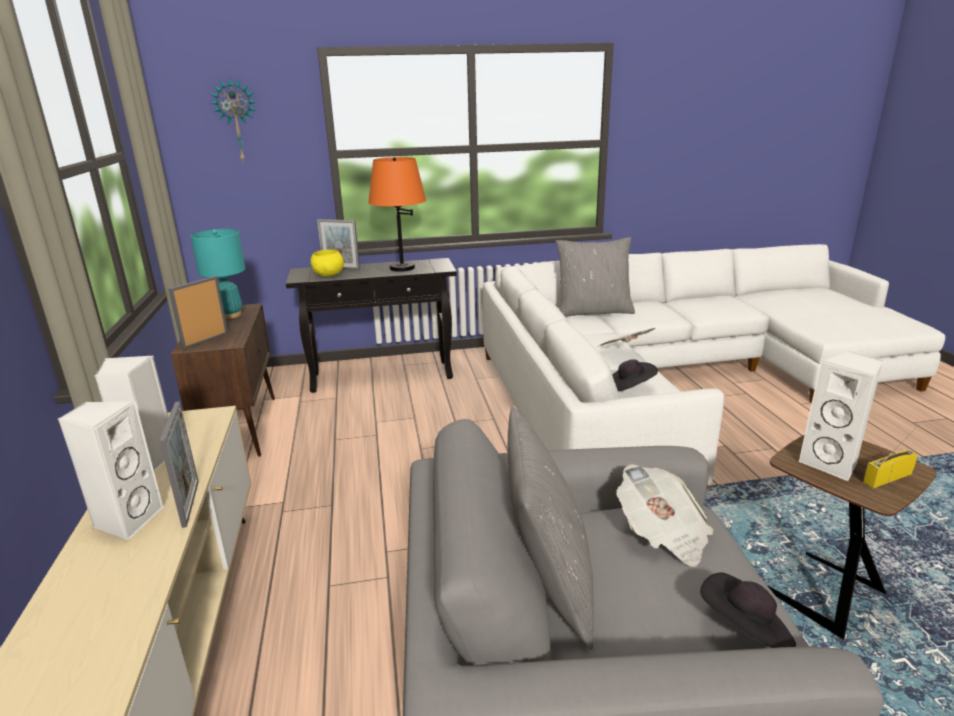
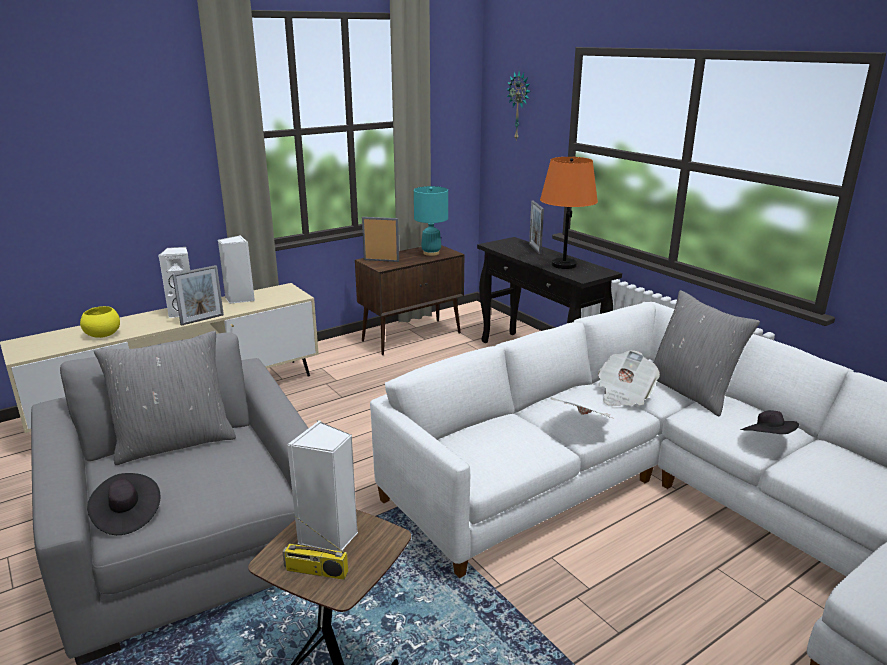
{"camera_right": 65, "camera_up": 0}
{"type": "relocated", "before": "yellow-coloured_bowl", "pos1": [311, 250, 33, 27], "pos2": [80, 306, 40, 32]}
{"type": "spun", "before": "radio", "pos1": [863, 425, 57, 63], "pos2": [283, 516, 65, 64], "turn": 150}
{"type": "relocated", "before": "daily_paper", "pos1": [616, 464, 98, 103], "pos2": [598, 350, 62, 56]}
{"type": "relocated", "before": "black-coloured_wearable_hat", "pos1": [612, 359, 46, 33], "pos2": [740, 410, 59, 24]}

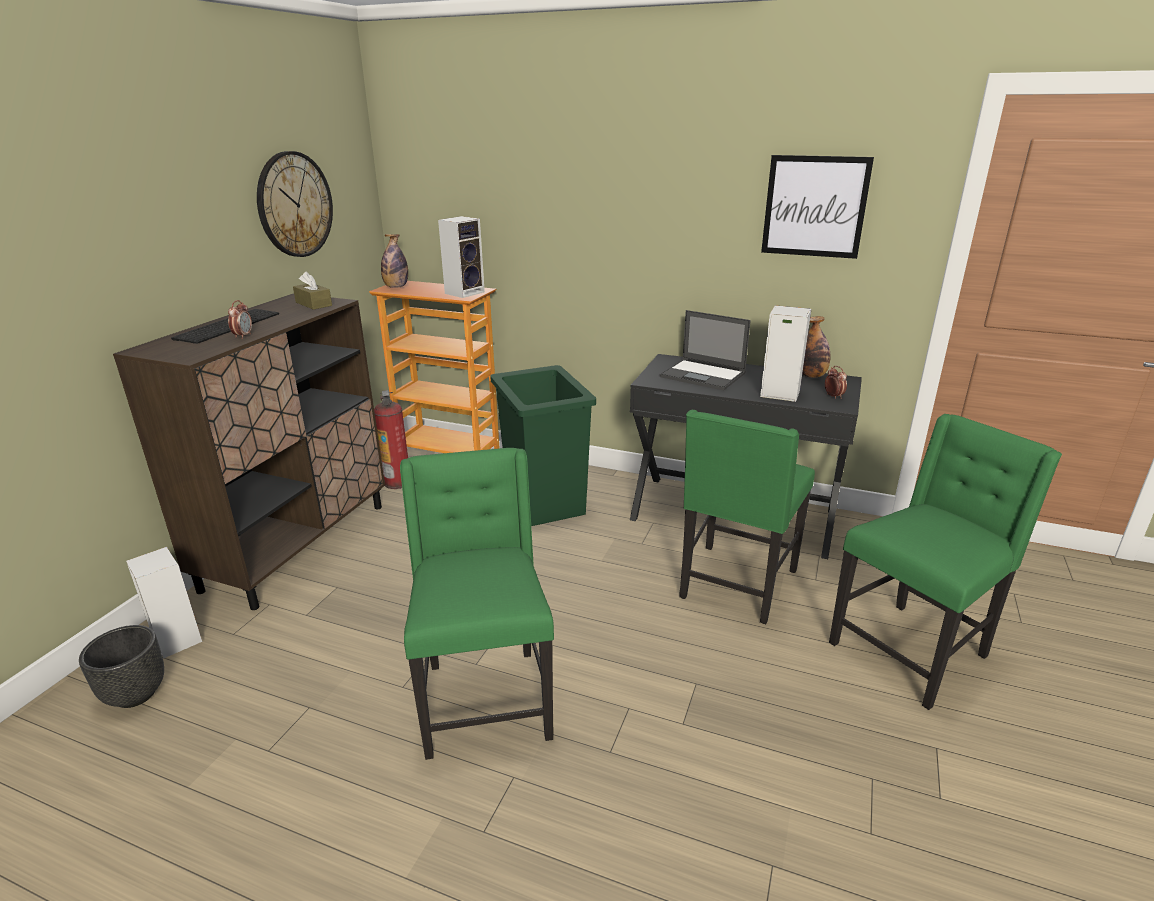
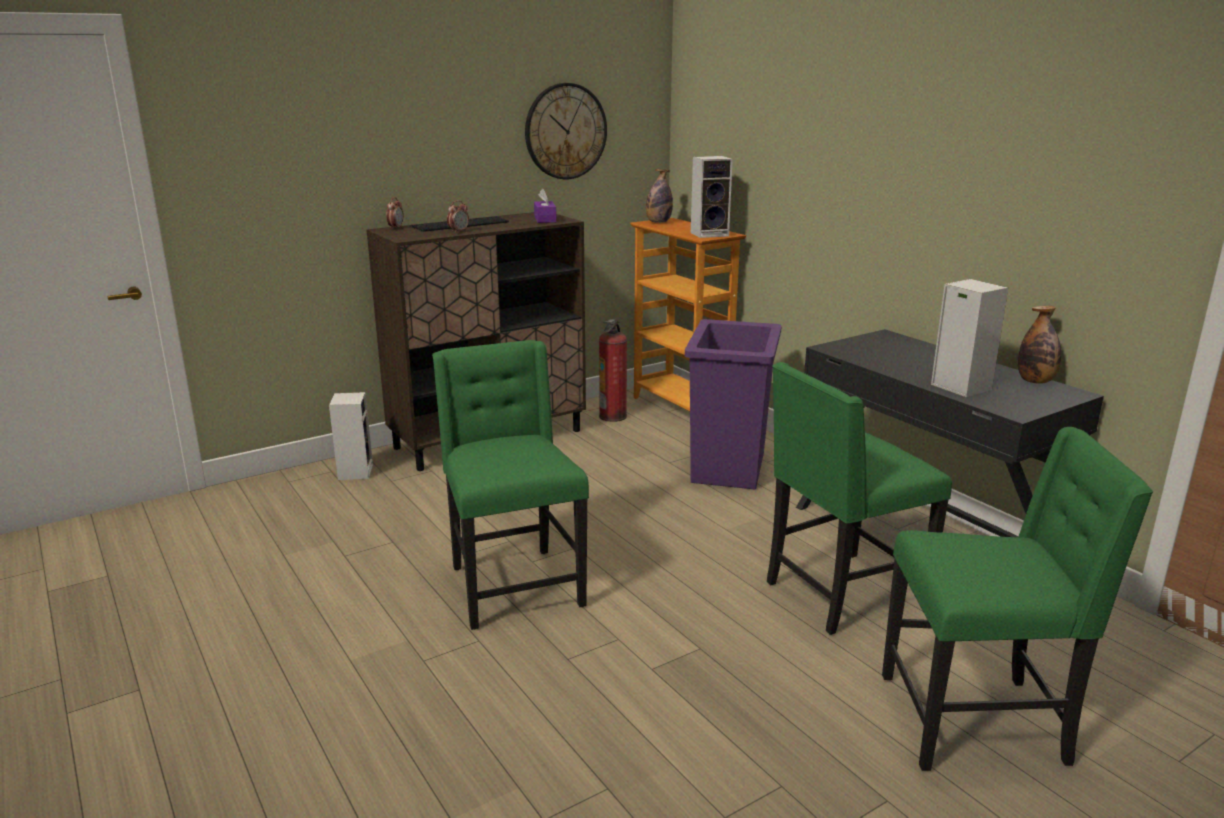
{"camera_right": 35, "camera_up": -5}
{"type": "relocated", "before": "bedside_clock", "pos1": [825, 366, 22, 33], "pos2": [386, 197, 18, 32]}
{"type": "spun", "before": "green_chair", "pos1": [400, 448, 154, 312], "pos2": [432, 340, 157, 290], "turn": -45}
{"type": "colour", "before": "brownish_tissue_box", "after": "purplish_tissue_box", "pos1": [293, 271, 39, 39], "pos2": [534, 189, 23, 34]}
{"type": "colour", "before": "green_rubbish_bin", "after": "purplish_rubbish_bin", "pos1": [490, 365, 106, 161], "pos2": [685, 319, 97, 170]}
{"type": "missing", "before": "black-coloured_plant_pot", "pos1": [79, 625, 85, 83]}
{"type": "missing", "before": "portable_computer", "pos1": [660, 310, 91, 81]}
{"type": "missing", "before": "wall_art", "pos1": [761, 155, 113, 104]}

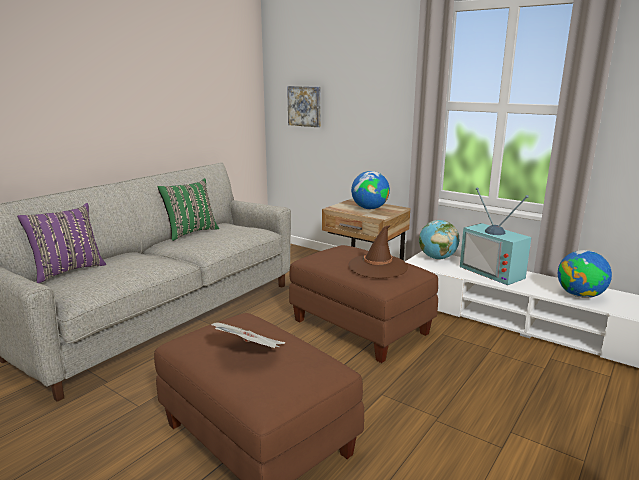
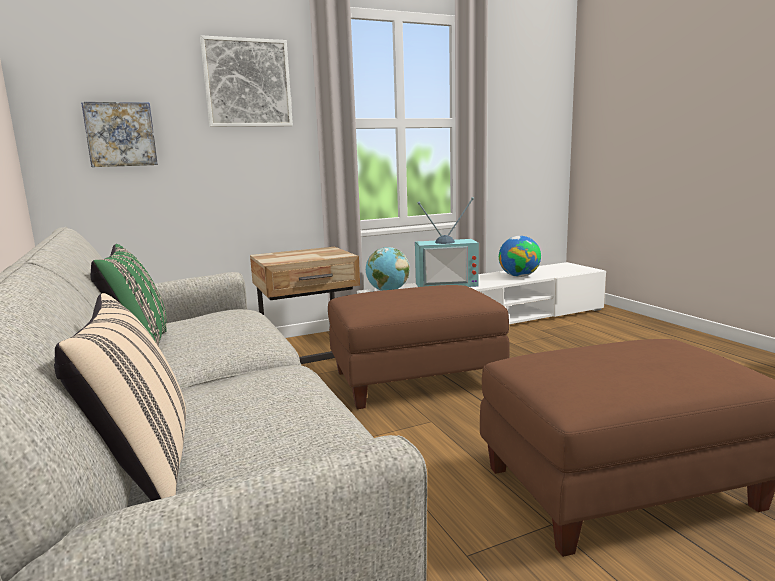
{"camera_right": -60, "camera_up": -5}
{"type": "colour", "before": "purplish_pillow", "after": "beige_pillow", "pos1": [17, 203, 89, 80], "pos2": [54, 293, 132, 208]}
{"type": "appeared", "after": "wall_art", "pos2": [200, 35, 93, 92]}
{"type": "missing", "before": "daily_paper", "pos1": [211, 322, 74, 26]}
{"type": "missing", "before": "brownish_wearable_hat", "pos1": [348, 225, 60, 53]}
{"type": "missing", "before": "desk_globe", "pos1": [351, 171, 39, 38]}

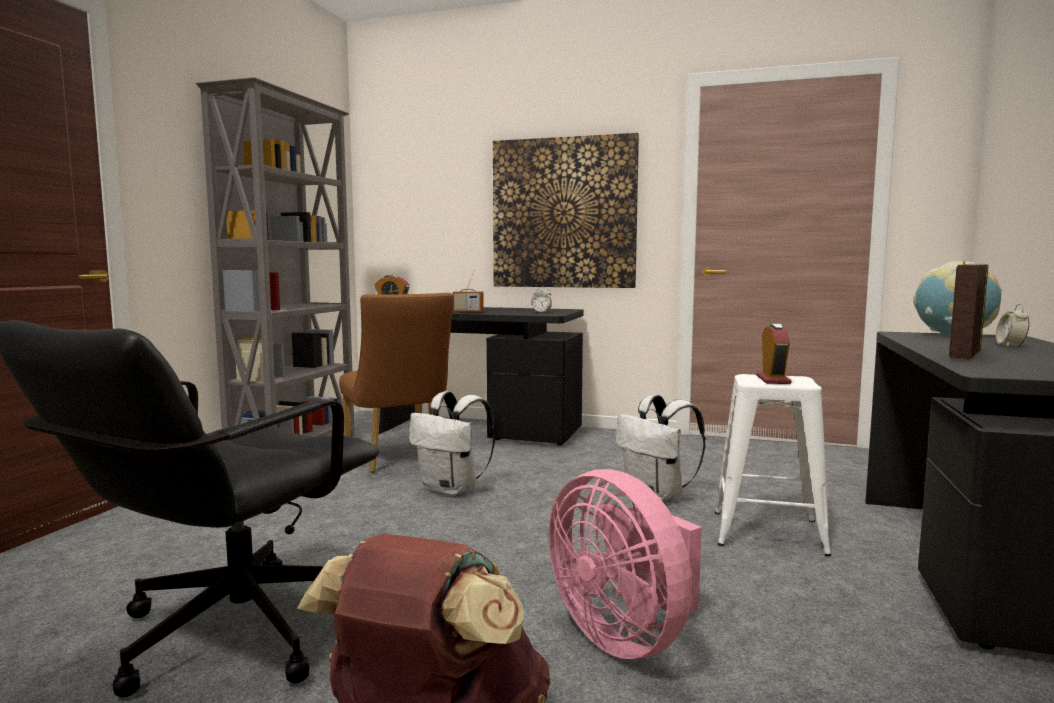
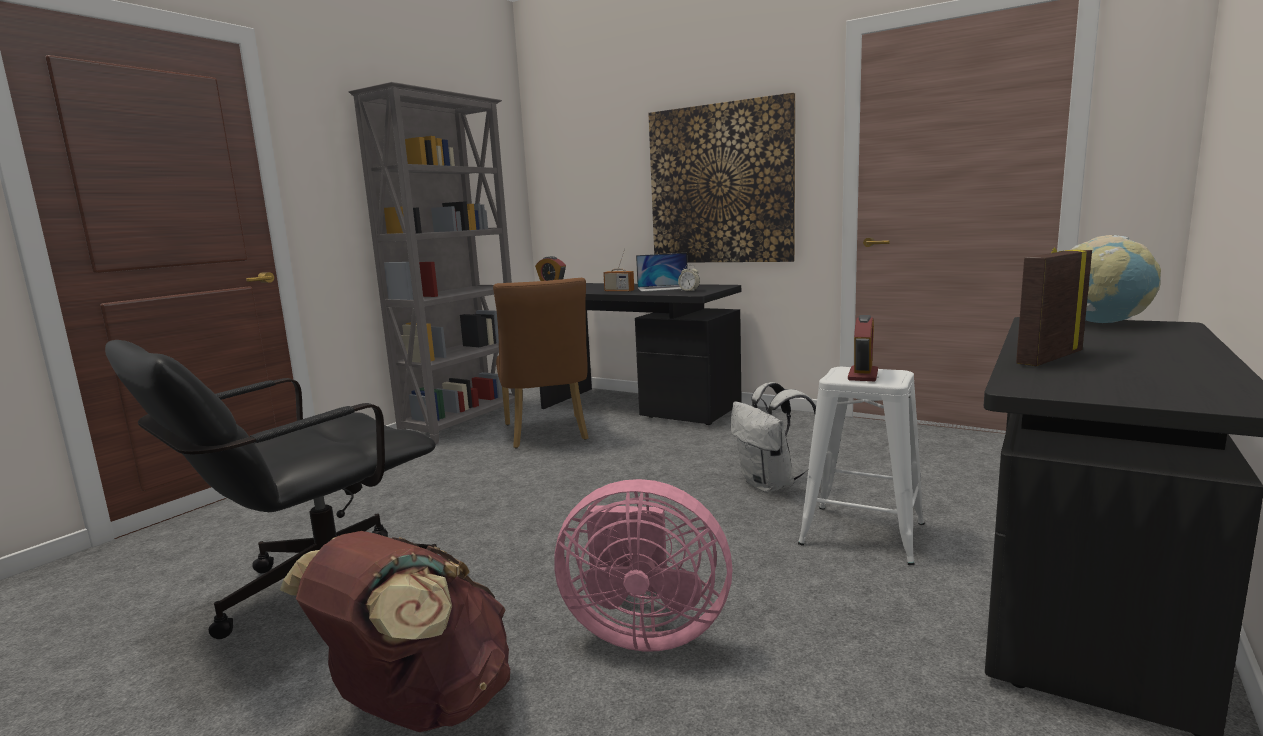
{"camera_right": 15, "camera_up": 5}
{"type": "spun", "before": "pinkish_cooling_fan", "pos1": [549, 469, 153, 190], "pos2": [554, 479, 179, 173], "turn": -60}
{"type": "appeared", "after": "portable_computer", "pos2": [636, 253, 52, 39]}
{"type": "missing", "before": "whitish_knapsack", "pos1": [409, 391, 86, 105]}
{"type": "missing", "before": "bedside_clock", "pos1": [996, 304, 33, 43]}

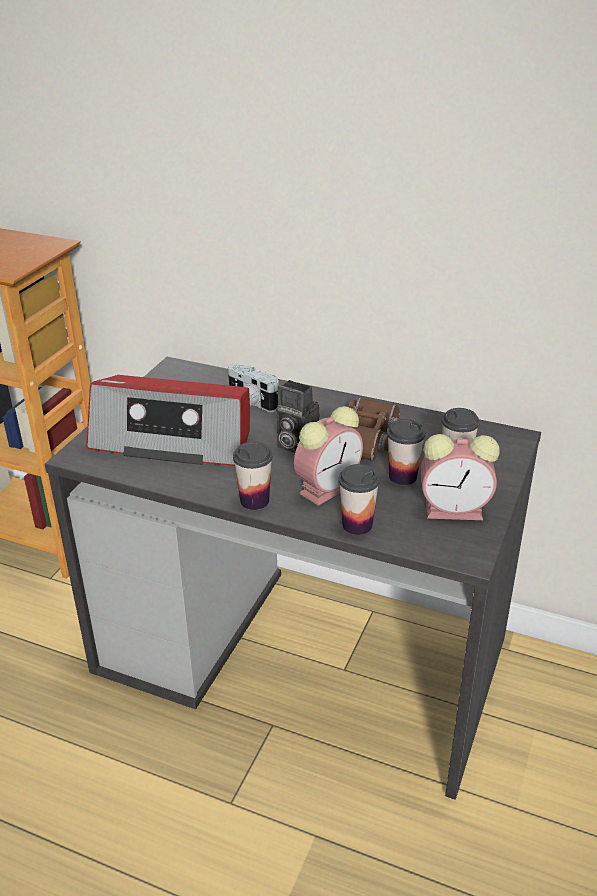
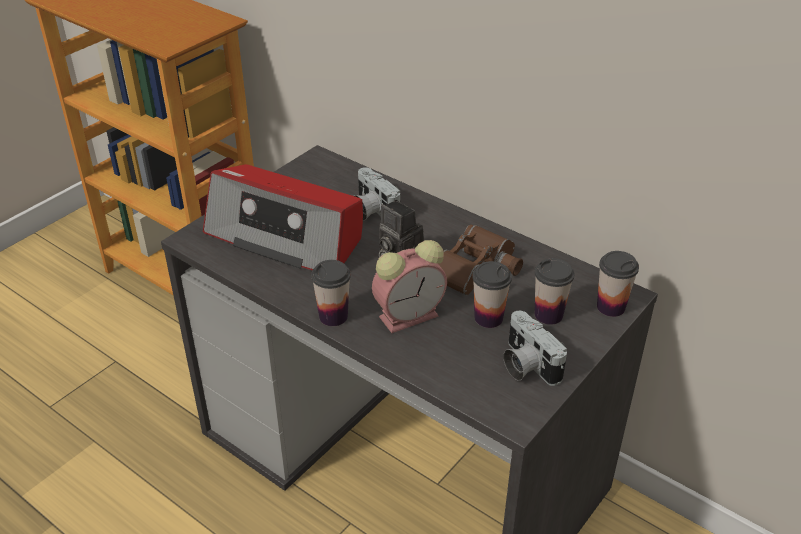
{"camera_right": 15, "camera_up": 5}
{"type": "exchanged", "before": "bedside_clock", "after": "still_camera", "pos1": [421, 434, 79, 86], "pos2": [503, 311, 64, 75]}
{"type": "relocated", "before": "drinking_cup", "pos1": [338, 464, 42, 71], "pos2": [597, 251, 42, 66]}

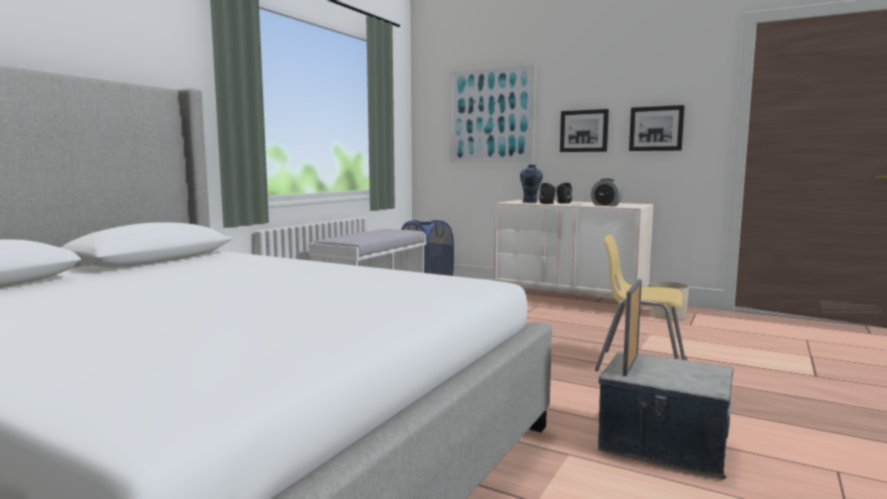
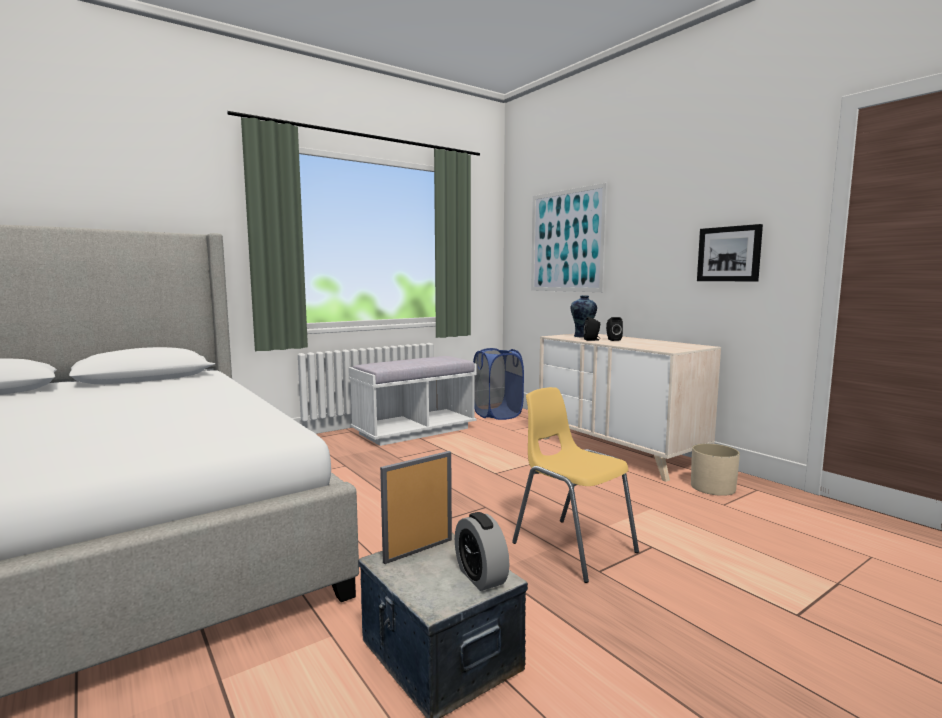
{"camera_right": 25, "camera_up": 0}
{"type": "relocated", "before": "bedside_clock", "pos1": [591, 178, 31, 28], "pos2": [455, 512, 54, 79]}
{"type": "missing", "before": "wall_art", "pos1": [560, 109, 49, 43]}

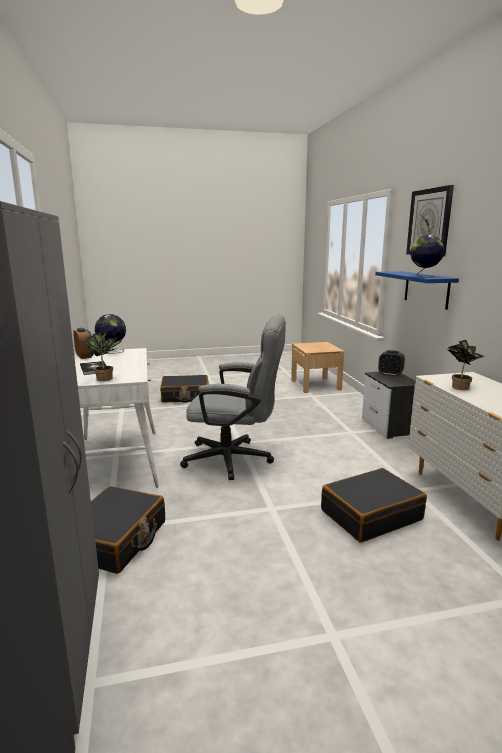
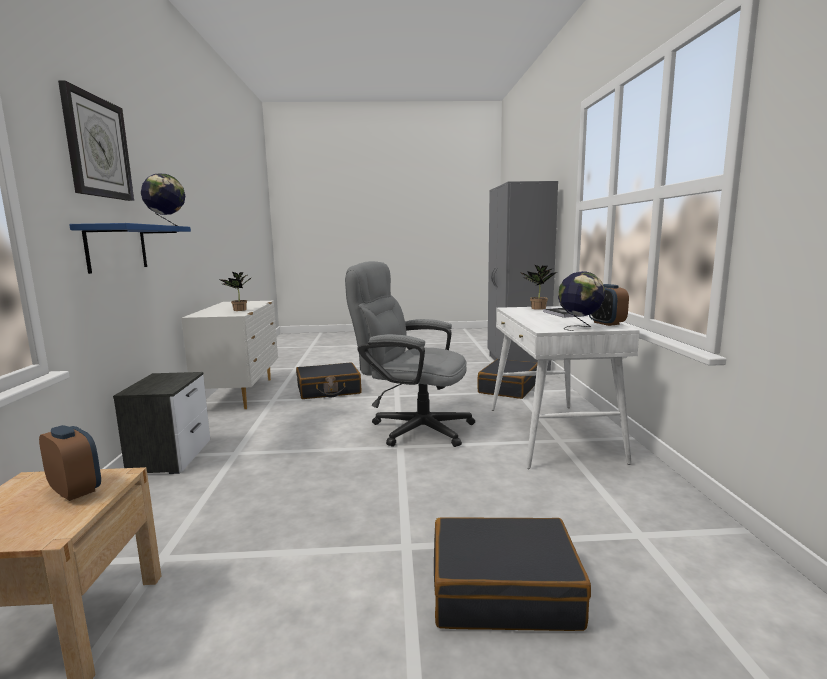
{"camera_right": -170, "camera_up": -5}
{"type": "relocated", "before": "bedside_clock", "pos1": [378, 350, 27, 27], "pos2": [39, 425, 62, 76]}

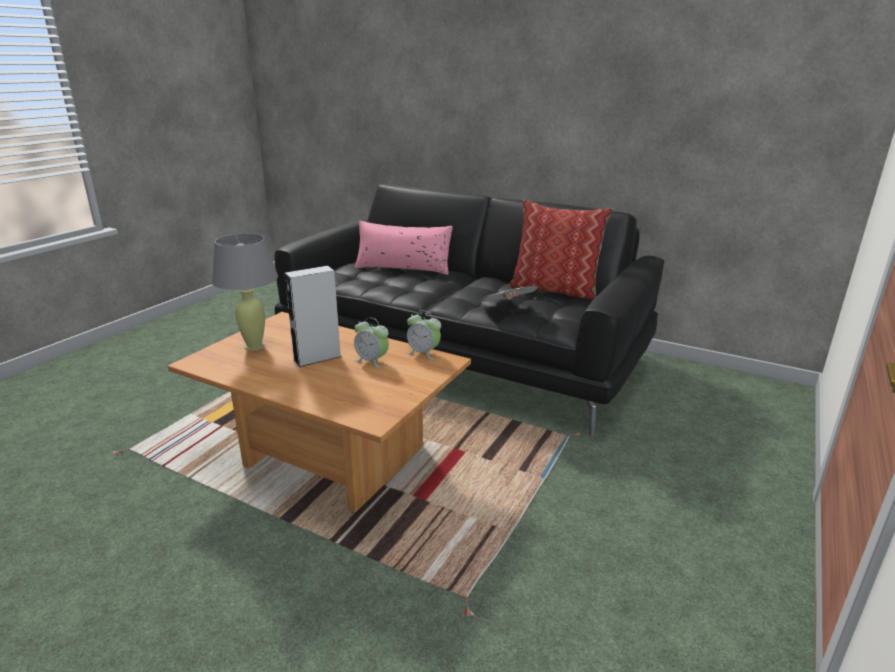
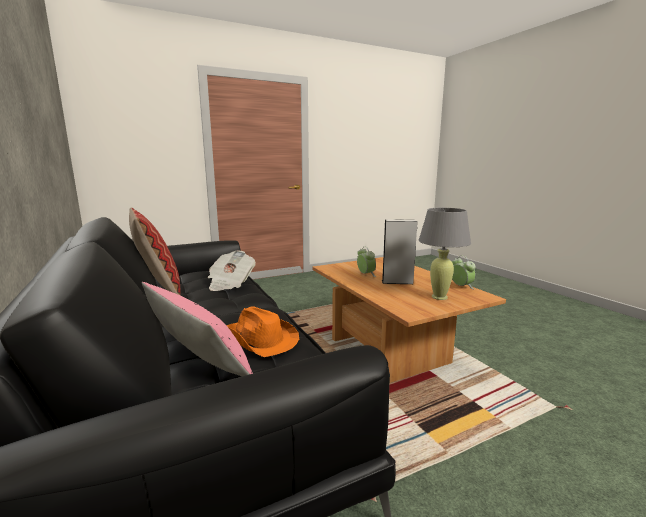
{"camera_right": -145, "camera_up": -10}
{"type": "appeared", "after": "orange_wearable_hat", "pos2": [226, 306, 73, 51]}
{"type": "relocated", "before": "bedside_clock", "pos1": [407, 310, 34, 50], "pos2": [452, 256, 24, 33]}

